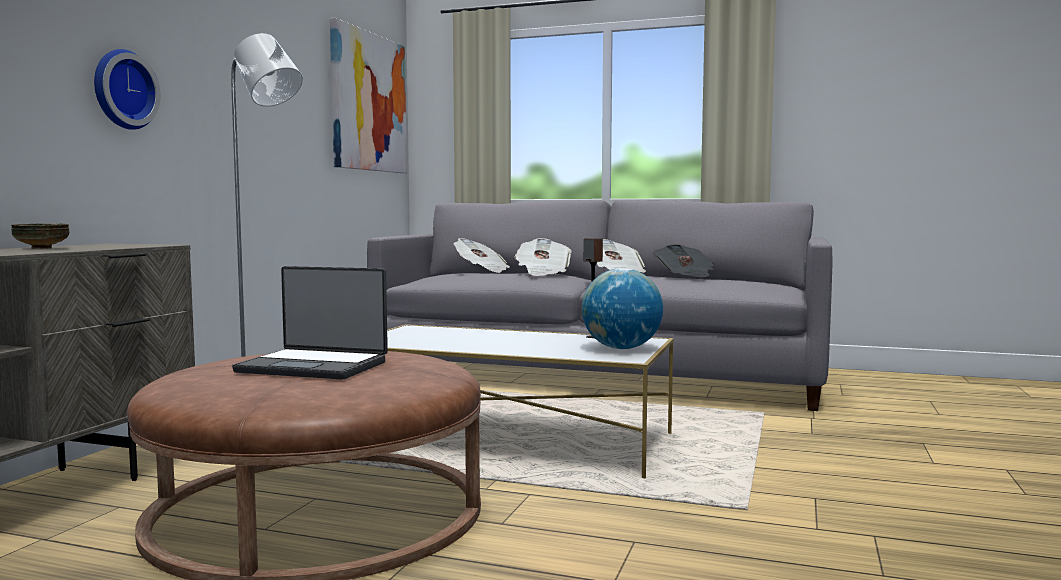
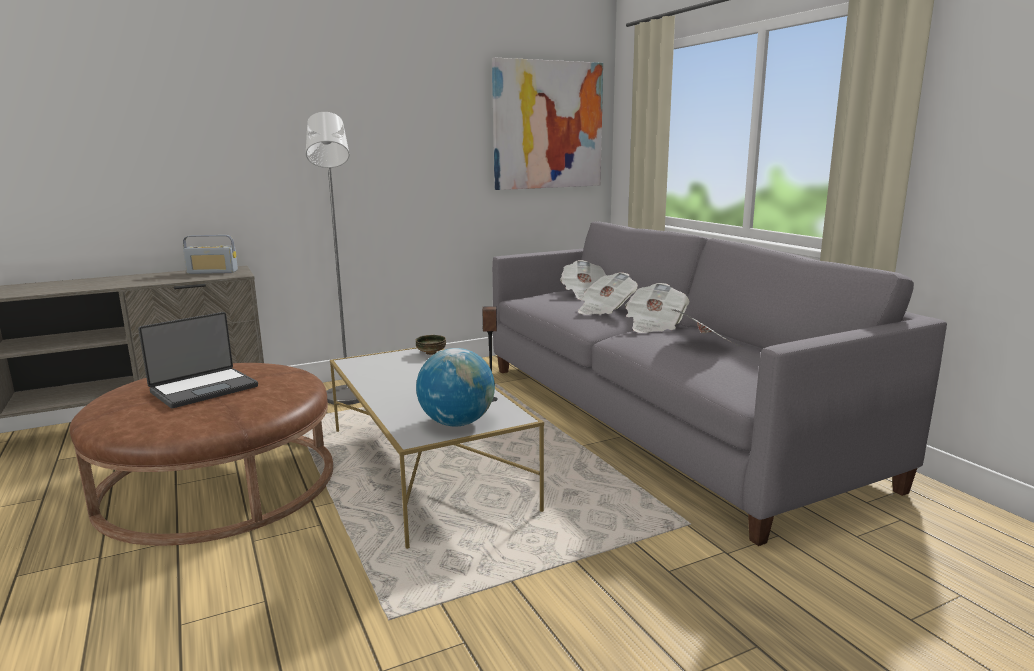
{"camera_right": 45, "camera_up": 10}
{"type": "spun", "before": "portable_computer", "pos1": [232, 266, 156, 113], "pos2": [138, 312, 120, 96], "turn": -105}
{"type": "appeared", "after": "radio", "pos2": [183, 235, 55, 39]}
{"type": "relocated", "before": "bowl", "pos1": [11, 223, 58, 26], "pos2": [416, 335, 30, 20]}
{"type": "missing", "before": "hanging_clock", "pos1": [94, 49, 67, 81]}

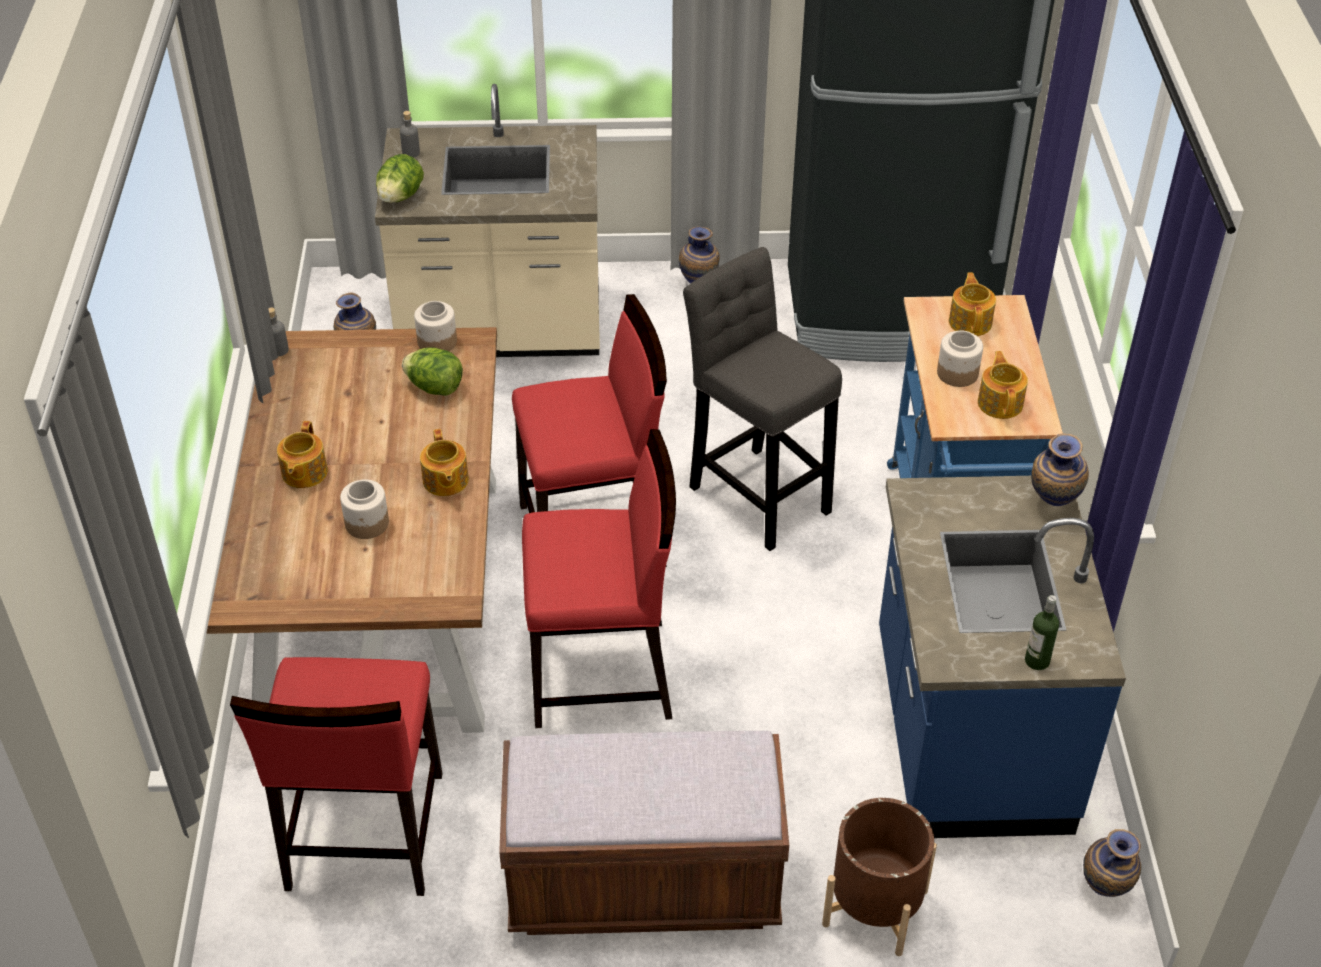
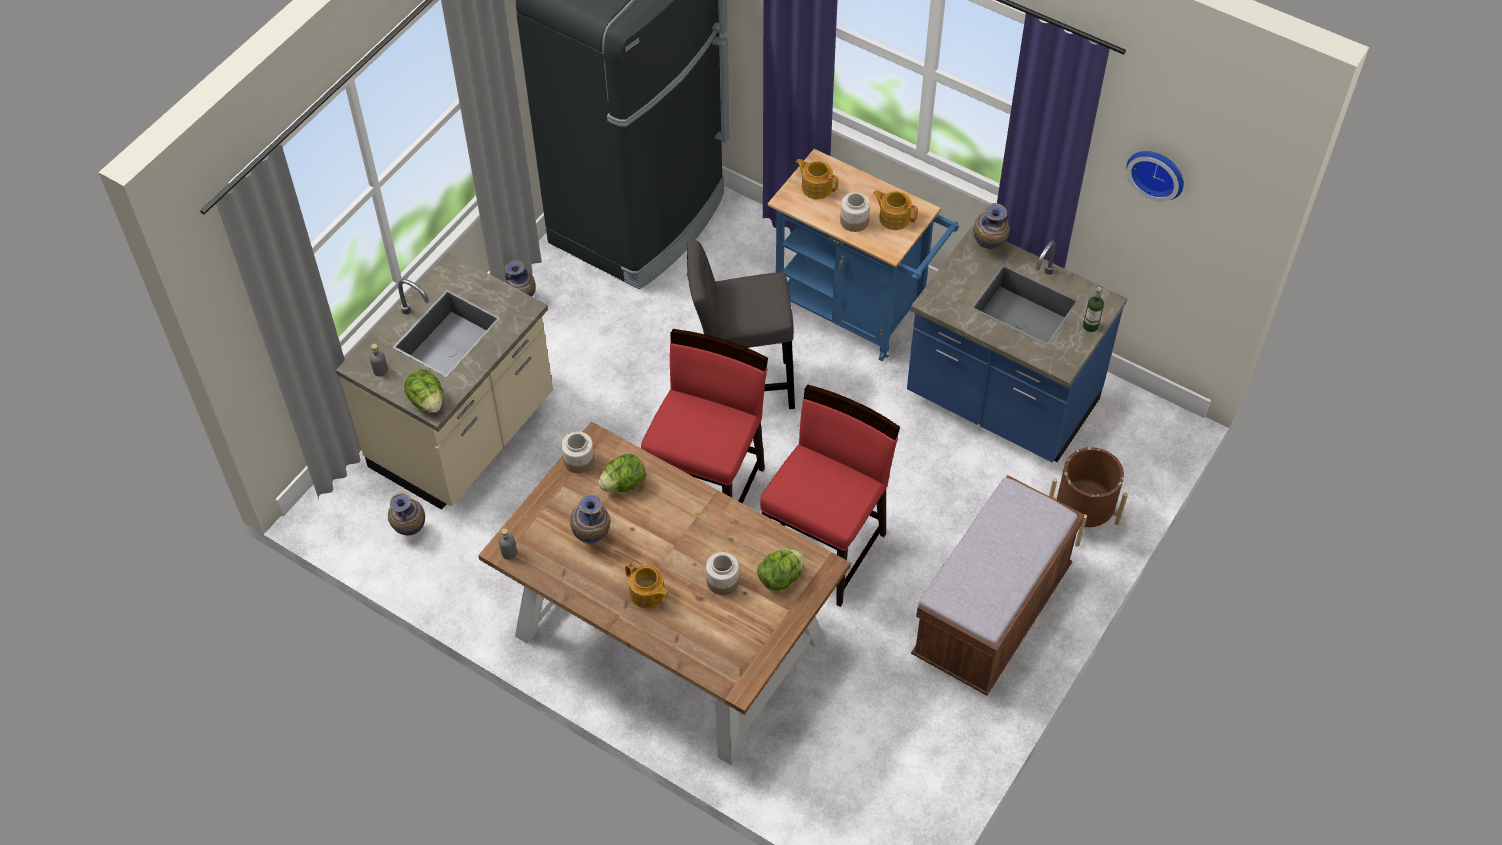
{"camera_right": -55, "camera_up": 10}
{"type": "relocated", "before": "decorative_vase", "pos1": [1083, 829, 58, 68], "pos2": [570, 494, 40, 49]}
{"type": "appeared", "after": "lettuce", "pos2": [757, 549, 47, 42]}
{"type": "appeared", "after": "hanging_clock", "pos2": [1126, 151, 58, 51]}
{"type": "missing", "before": "red_chair", "pos1": [230, 657, 213, 239]}
{"type": "missing", "before": "tea_pot", "pos1": [420, 429, 49, 67]}

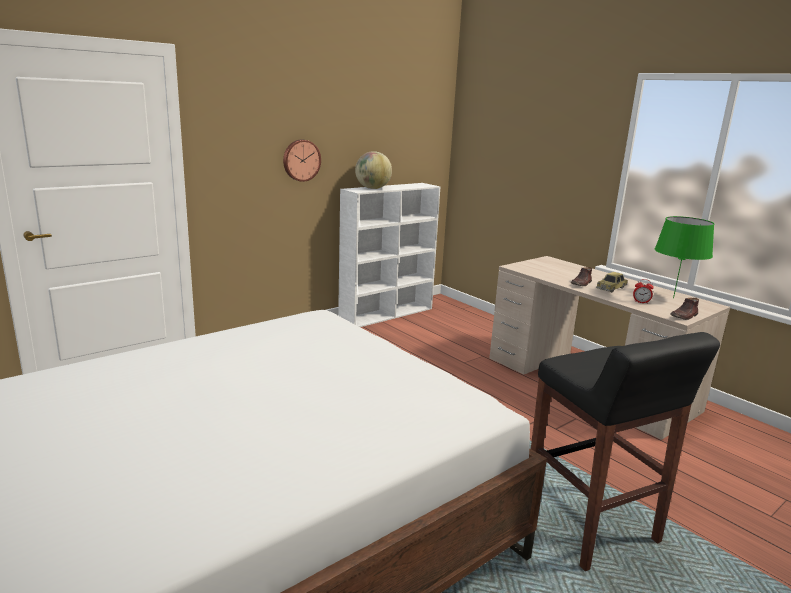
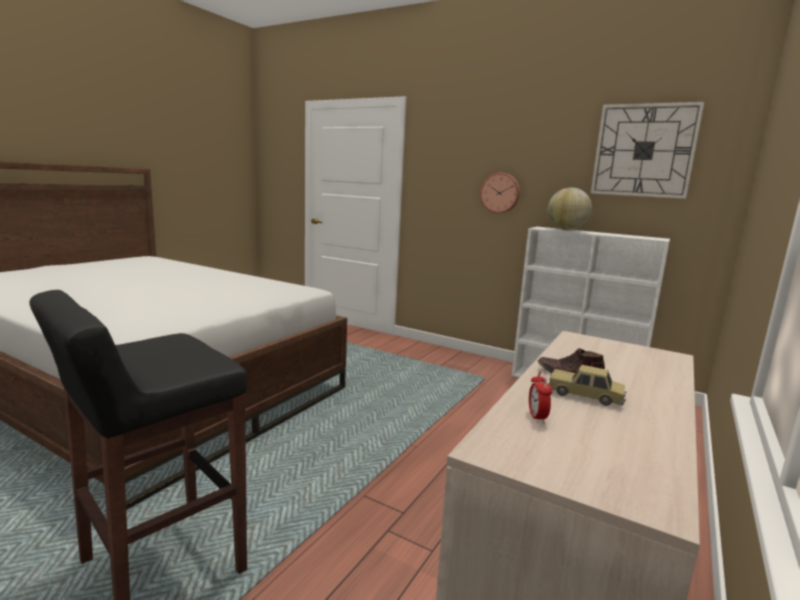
{"camera_right": 70, "camera_up": -5}
{"type": "appeared", "after": "hanging_clock", "pos2": [590, 102, 114, 97]}
{"type": "missing", "before": "green_tabletop_lamp", "pos1": [655, 216, 59, 82]}
{"type": "missing", "before": "brownish_item_of_footwear", "pos1": [670, 298, 29, 22]}

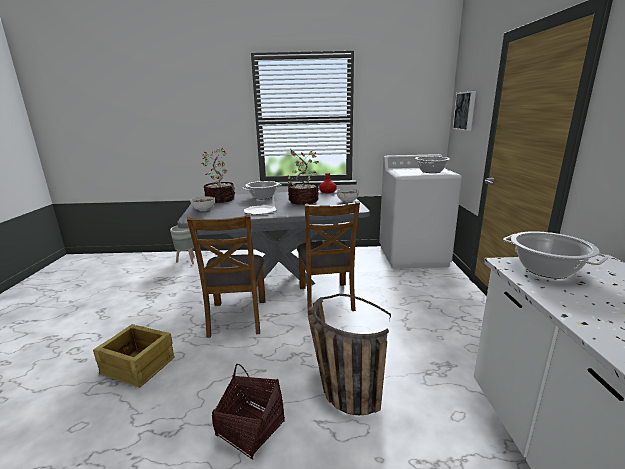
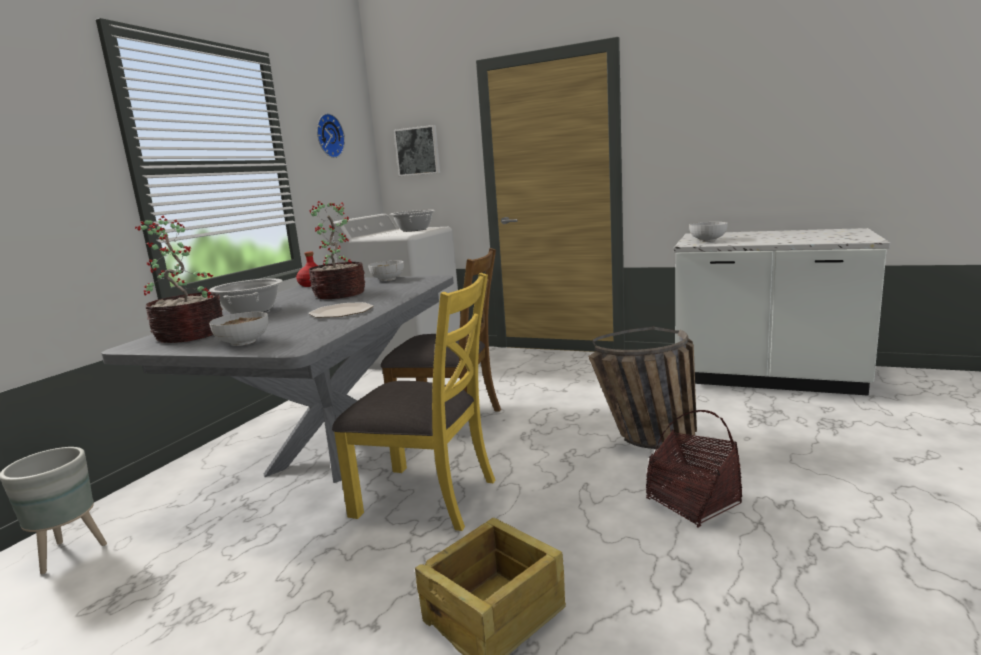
{"camera_right": -65, "camera_up": -5}
{"type": "appeared", "after": "hanging_clock", "pos2": [317, 113, 28, 45]}
{"type": "colour", "before": "brownish_chair", "after": "yellow-coloured_chair", "pos1": [187, 214, 79, 124], "pos2": [332, 273, 163, 258]}
{"type": "exchanged", "before": "stockpot", "after": "bowl", "pos1": [503, 231, 105, 48], "pos2": [689, 222, 39, 20]}

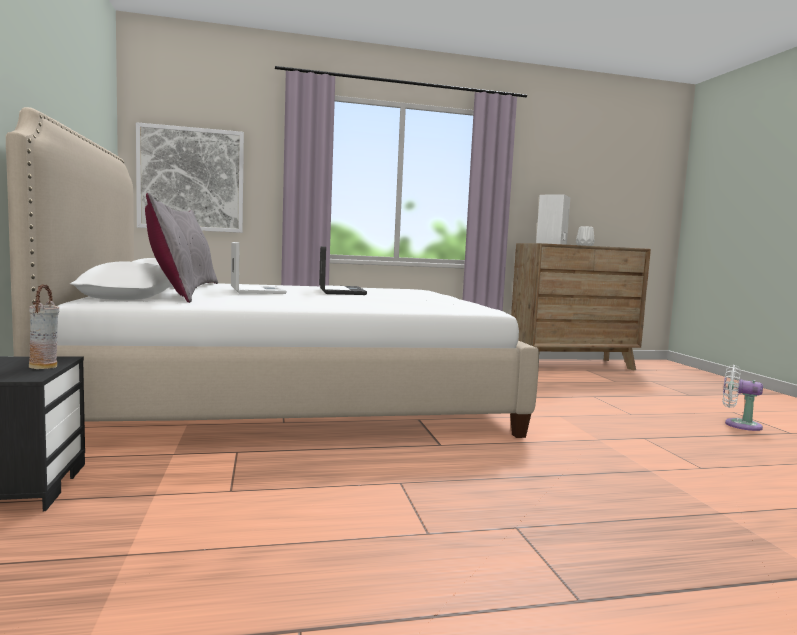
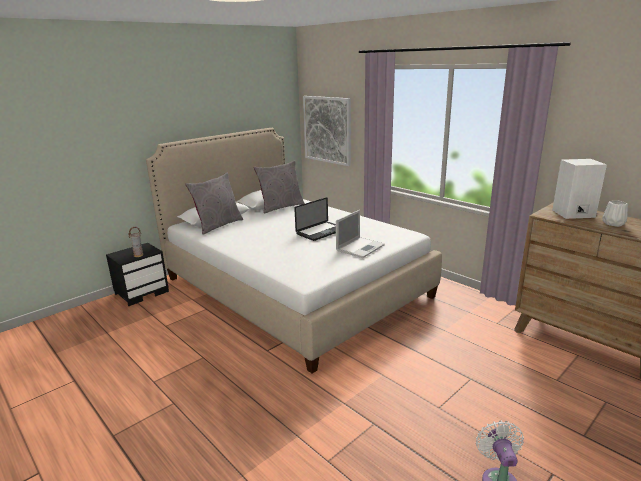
{"camera_right": 60, "camera_up": 15}
{"type": "relocated", "before": "portable_computer", "pos1": [231, 242, 56, 52], "pos2": [336, 210, 49, 48]}

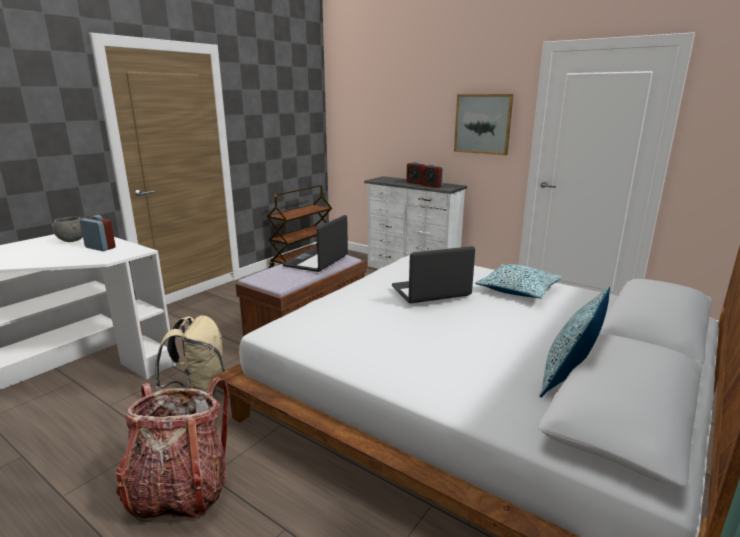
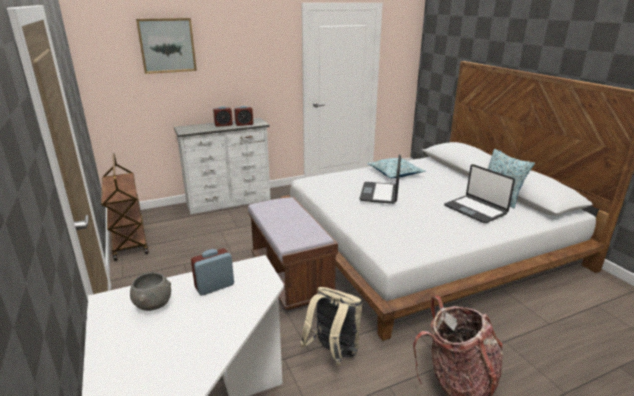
{"camera_right": -60, "camera_up": 5}
{"type": "relocated", "before": "wall_art", "pos1": [454, 94, 59, 61], "pos2": [136, 18, 61, 56]}
{"type": "relocated", "before": "portable_computer", "pos1": [283, 215, 65, 57], "pos2": [444, 164, 71, 59]}

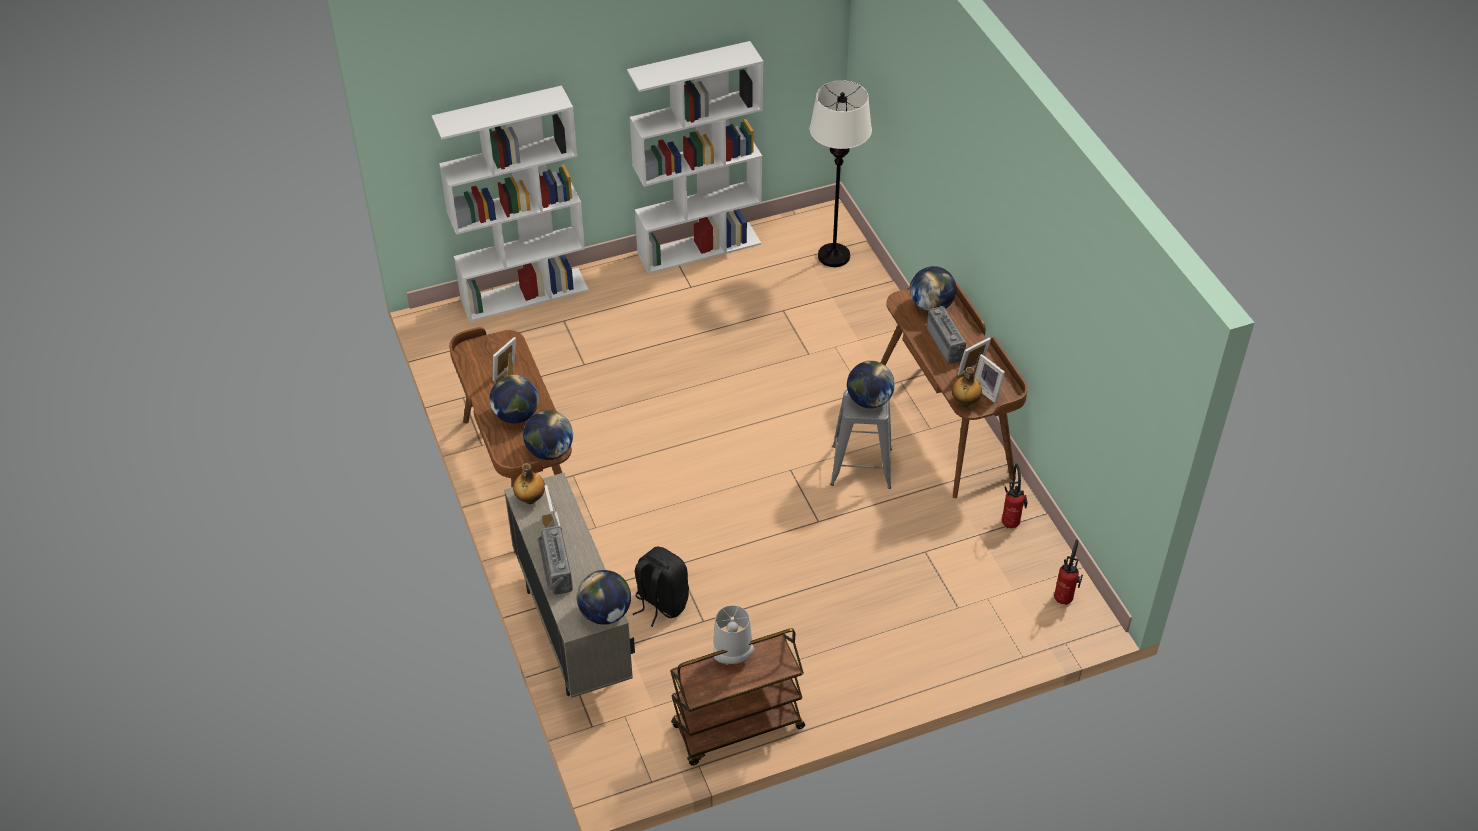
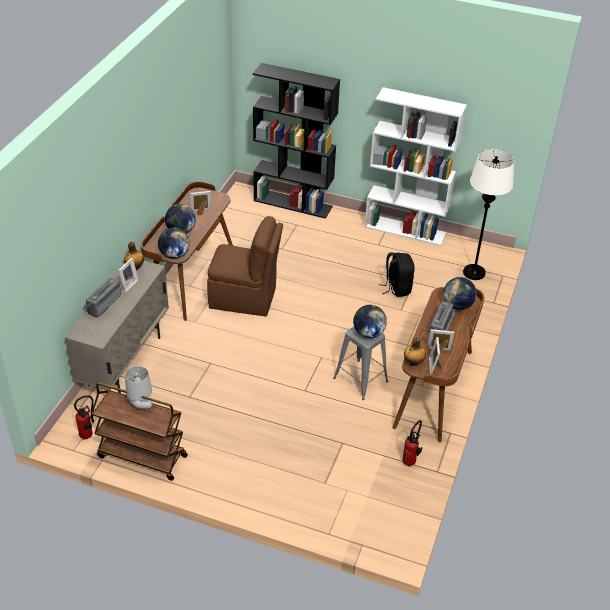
{"camera_right": 40, "camera_up": -5}
{"type": "relocated", "before": "extinguisher", "pos1": [1054, 540, 29, 65], "pos2": [74, 395, 20, 45]}
{"type": "appeared", "after": "brownish_chair", "pos2": [207, 216, 76, 100]}
{"type": "colour", "before": "whitish_bookcase", "after": "black-coloured_bookcase", "pos1": [432, 86, 157, 236], "pos2": [253, 63, 87, 156]}
{"type": "relocated", "before": "black-coloured_knapsack", "pos1": [633, 547, 56, 80], "pos2": [379, 252, 36, 45]}
{"type": "missing", "before": "desk_globe", "pos1": [577, 570, 54, 55]}

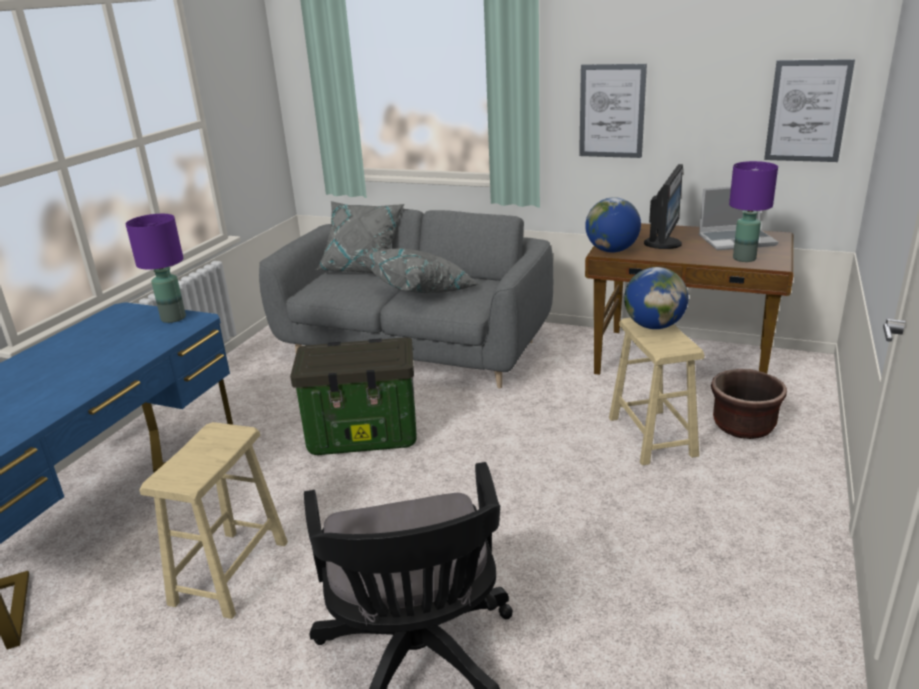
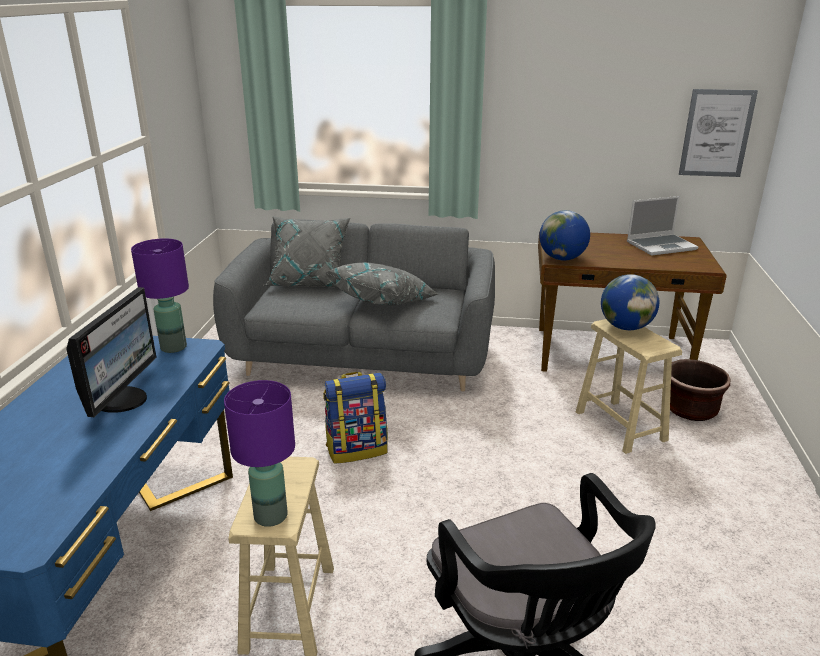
{"camera_right": -15, "camera_up": 0}
{"type": "relocated", "before": "computer_screen", "pos1": [644, 164, 39, 85], "pos2": [66, 287, 91, 130]}
{"type": "relocated", "before": "purplish_tabletop_lamp", "pos1": [729, 161, 49, 101], "pos2": [224, 380, 71, 147]}
{"type": "exchanged", "before": "storage_box", "after": "knapsack", "pos1": [290, 337, 127, 118], "pos2": [323, 372, 65, 92]}
{"type": "missing", "before": "wall_art", "pos1": [579, 64, 68, 94]}

